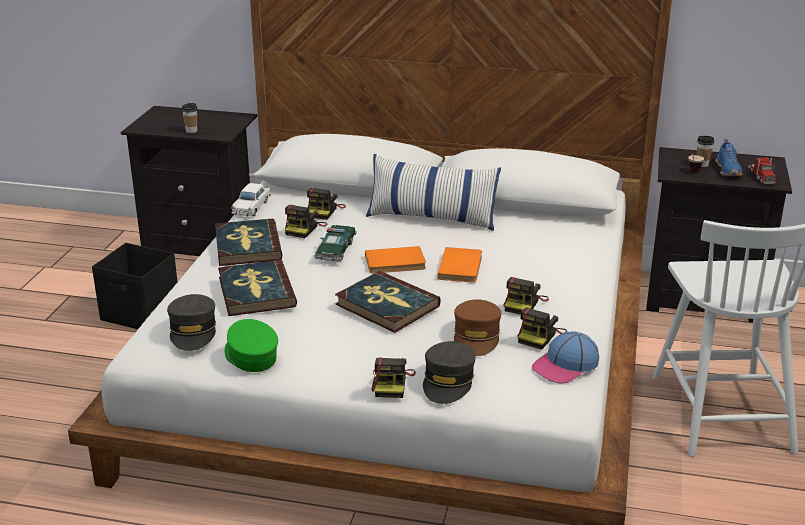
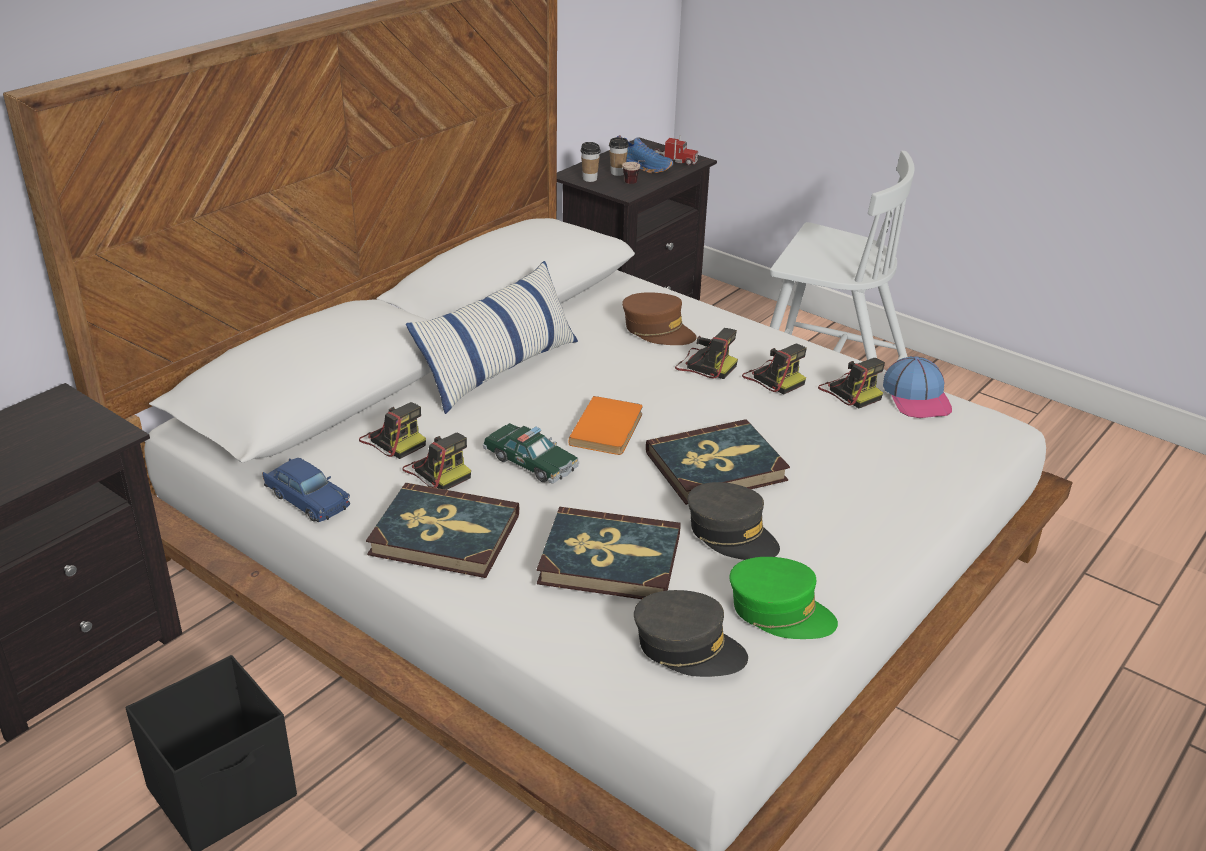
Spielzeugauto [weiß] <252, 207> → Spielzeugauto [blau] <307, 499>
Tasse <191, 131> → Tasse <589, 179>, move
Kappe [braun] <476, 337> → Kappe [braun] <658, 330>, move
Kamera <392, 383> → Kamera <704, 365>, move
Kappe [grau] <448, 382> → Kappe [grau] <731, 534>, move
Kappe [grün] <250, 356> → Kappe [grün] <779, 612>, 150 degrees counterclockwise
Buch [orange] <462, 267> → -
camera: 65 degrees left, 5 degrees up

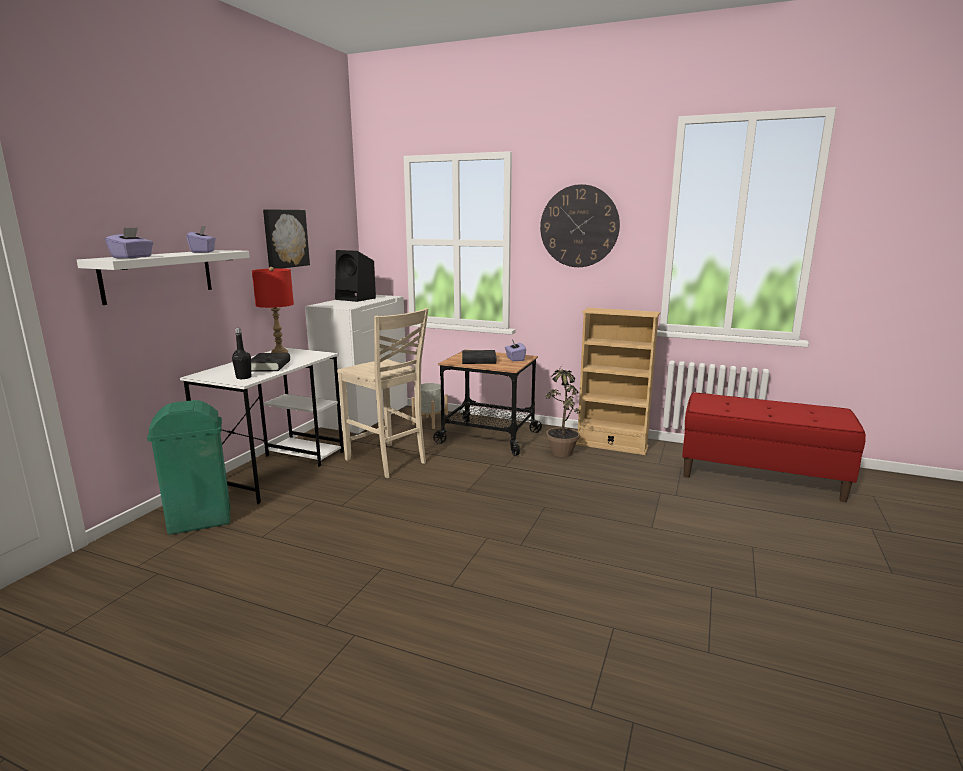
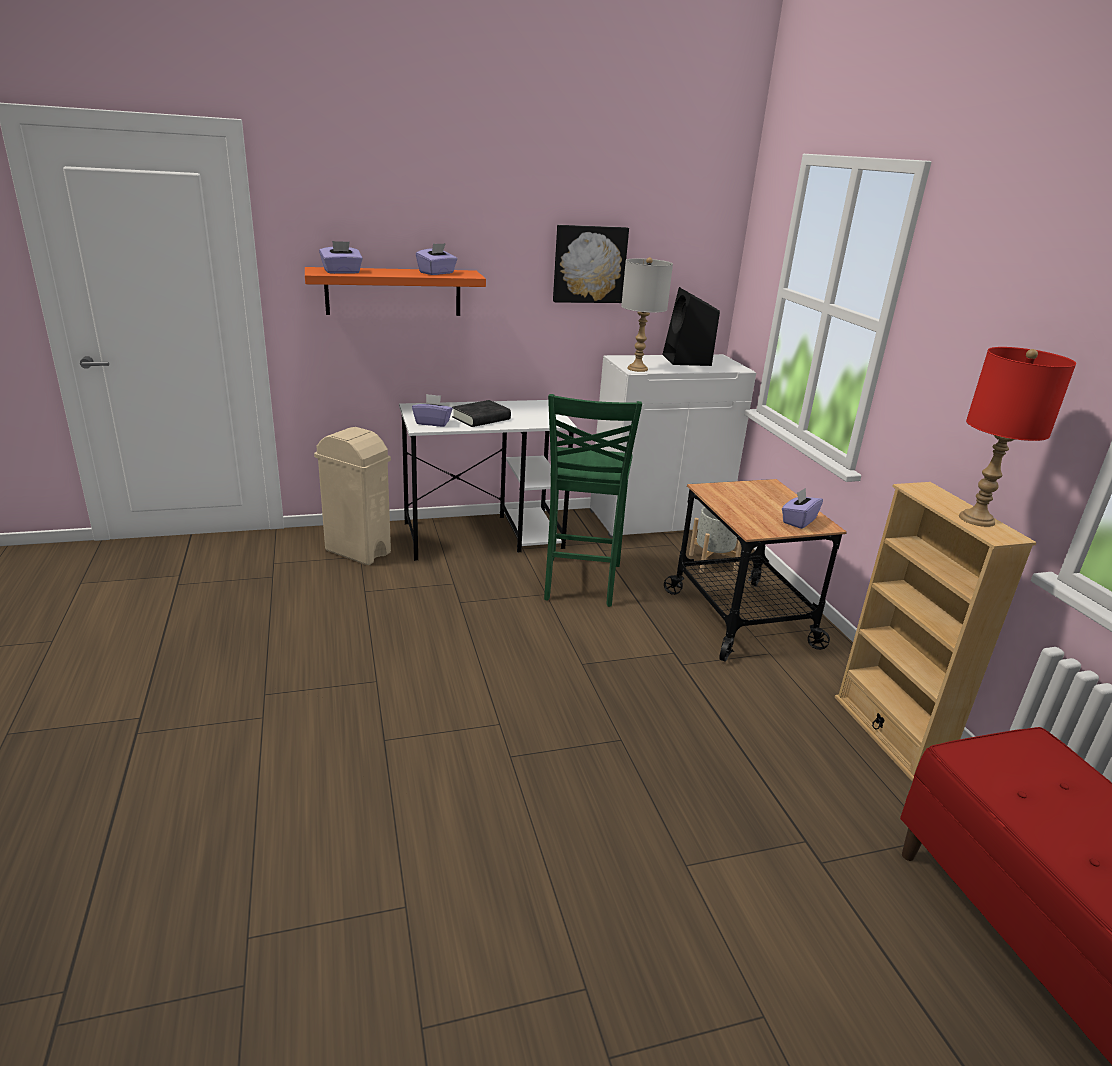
Wandregal [weiß] <158, 275> → Wandregal [orange] <393, 292>
Mülleimer [grün] <199, 522> → Mülleimer [beige] <357, 551>
Flasche [schwarz] <243, 377> → Taschentuchbox [lila] <432, 423>
Stuhl [beige] <387, 461> → Stuhl [grün] <579, 582>
- → Tischlampe [grau] <637, 368>
Tischlampe [rot] <279, 352> → Tischlampe [rot] <977, 519>, move
Buch [schwarz] <479, 361> → -
Wanduhr <579, 226> → -
Topfpflanze <561, 450> → -
camera: 50 degrees right, 10 degrees up

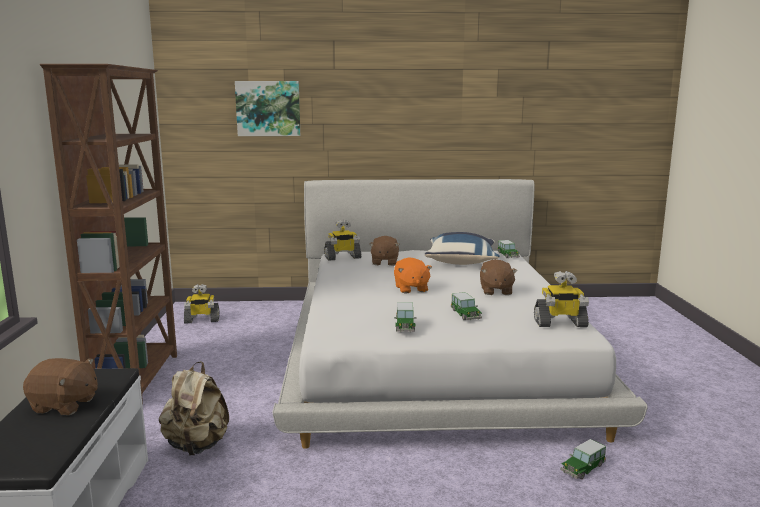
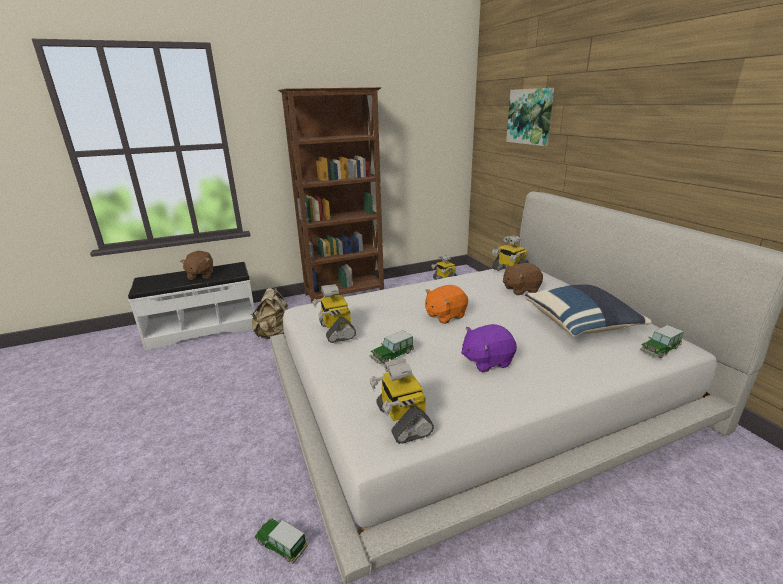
Spielzeugauto <405, 326> → Spielzeugroboter <336, 330>
Plüschtier [braun] <495, 291> → Plüschtier [lila] <486, 361>
camera: 70 degrees right, 10 degrees up

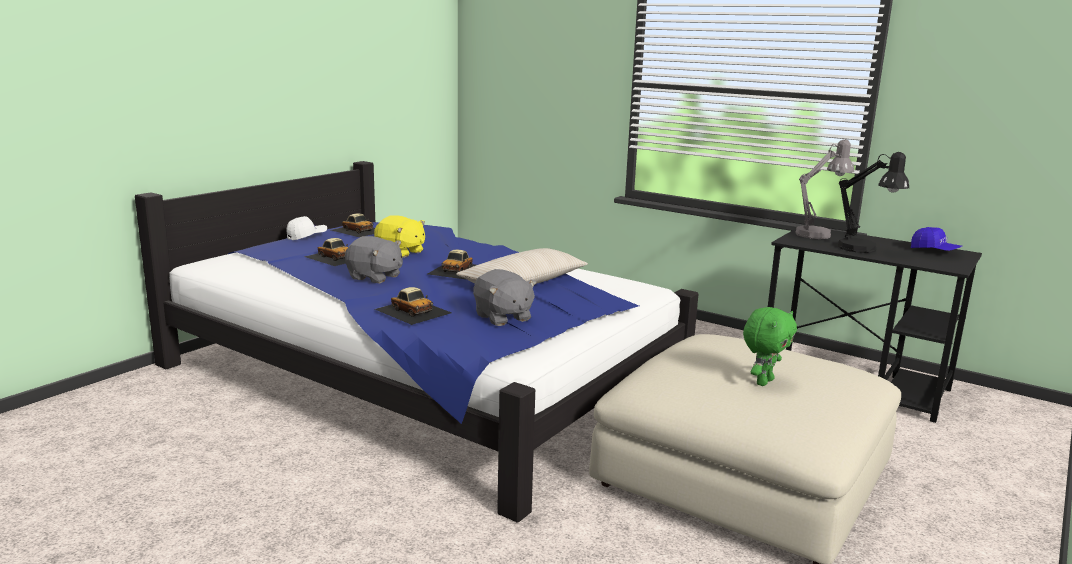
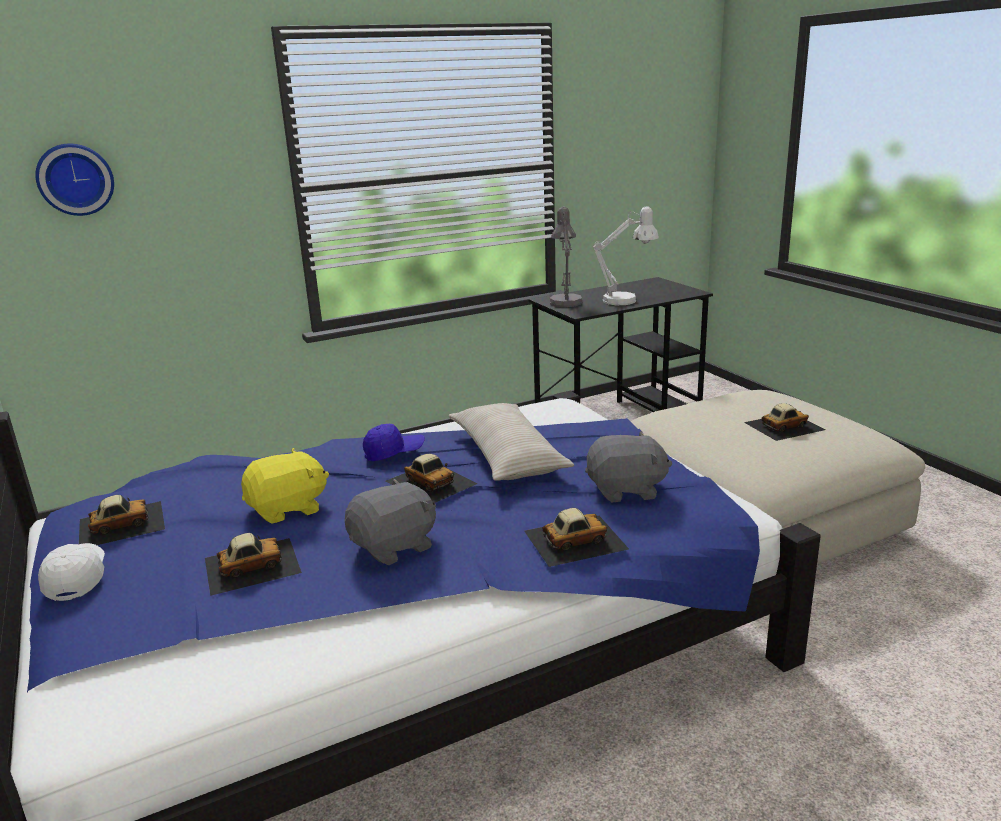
- → Wanduhr <75, 179>
Kappe [blau] <934, 251> → Kappe [blau] <394, 453>, move
Tischlampe [schwarz] <864, 250> → Tischlampe [weiß] <626, 300>
Plüschtier [grün] <763, 381> → Spielzeugauto <783, 426>
camera: 60 degrees left, 5 degrees up

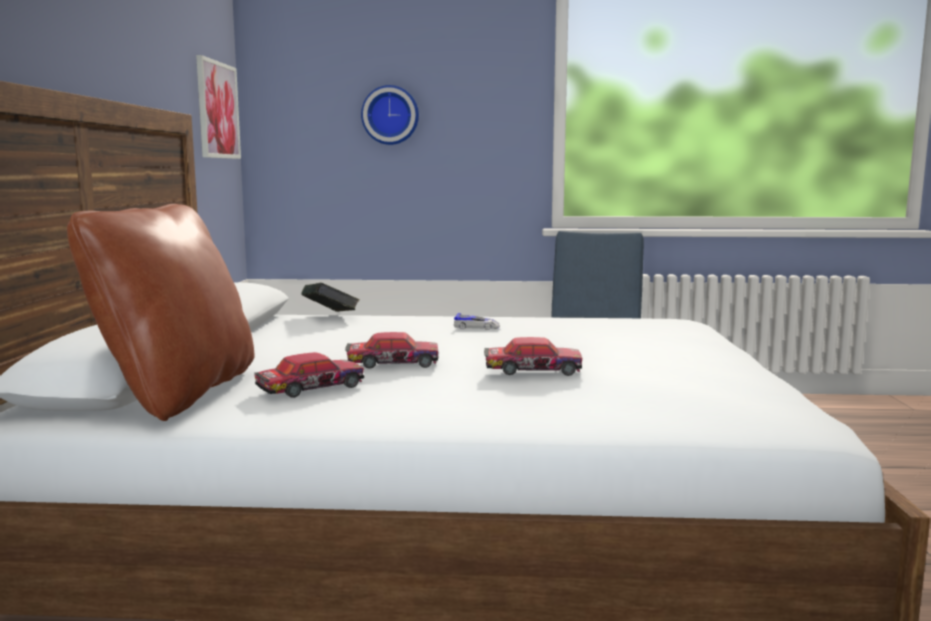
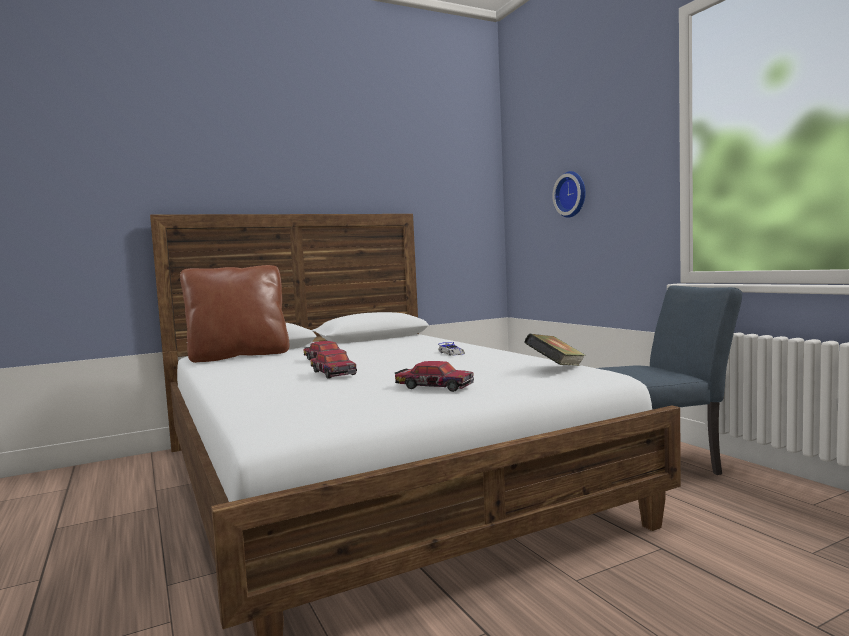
Spielzeugauto <309, 388> → Spielzeugauto <434, 387>, move
Buch <330, 317> → Buch <556, 369>, move
Bild <217, 110> → -
camera: 60 degrees right, 5 degrees down

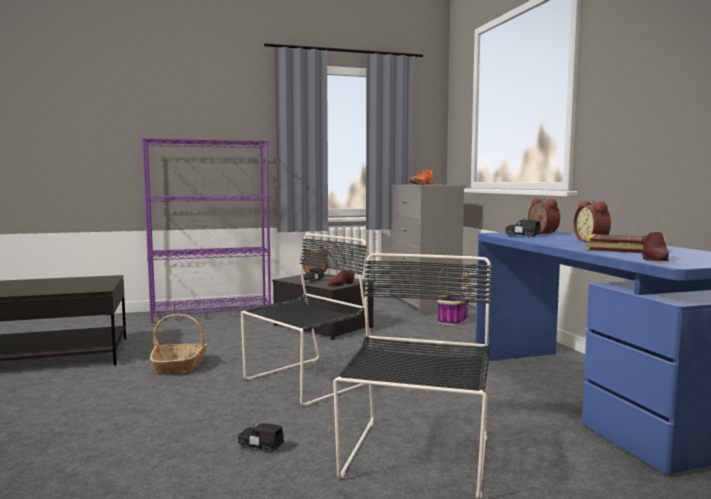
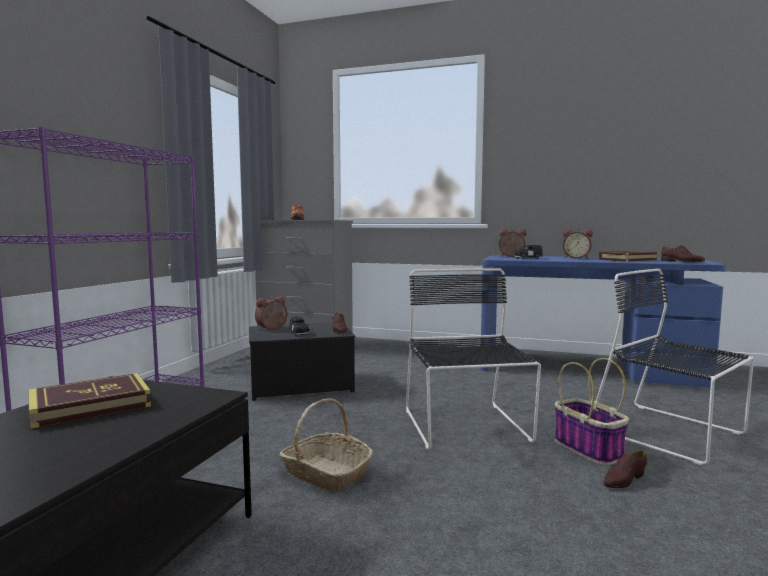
- → Buch <90, 406>
Korb <453, 321> → Korb <589, 449>, move
Spielzeugauto [schwarz] <260, 446> → Schuh [braun] <623, 480>
camera: 55 degrees left, 0 degrees up

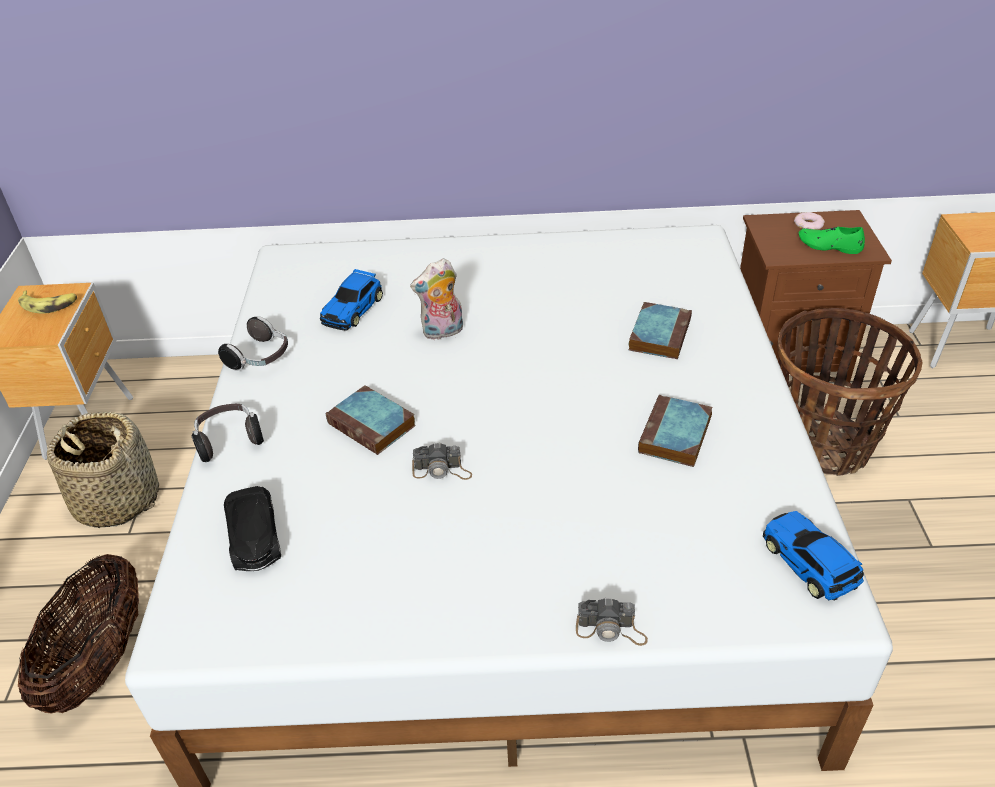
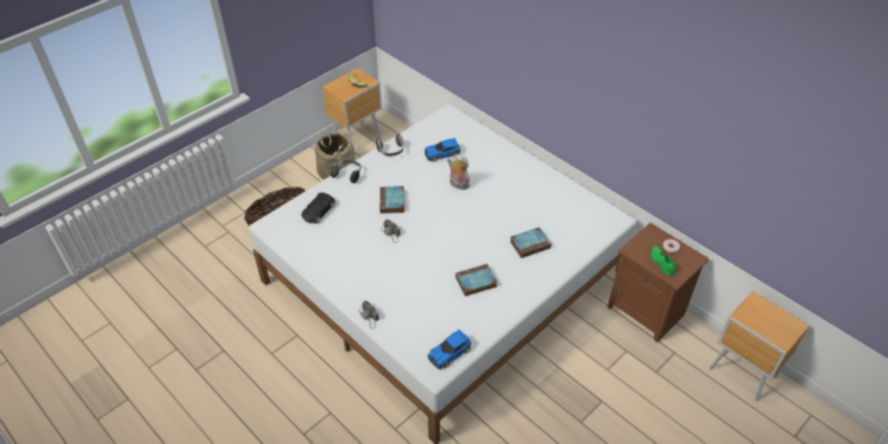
Spielzeugauto <810, 564> → Spielzeugauto <450, 352>, 150 degrees counterclockwise
Korb <821, 444> → -
camera: 45 degrees right, 5 degrees up

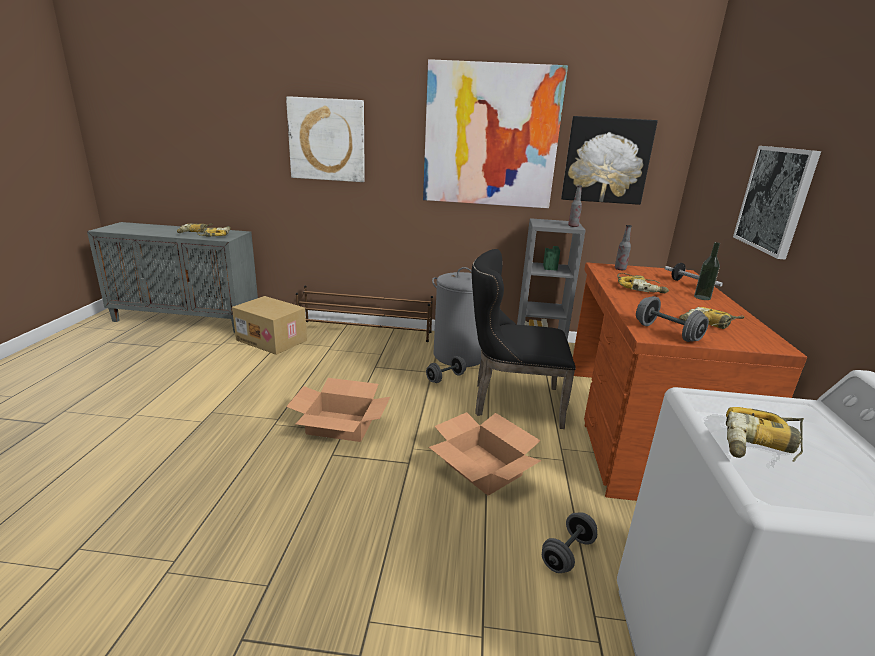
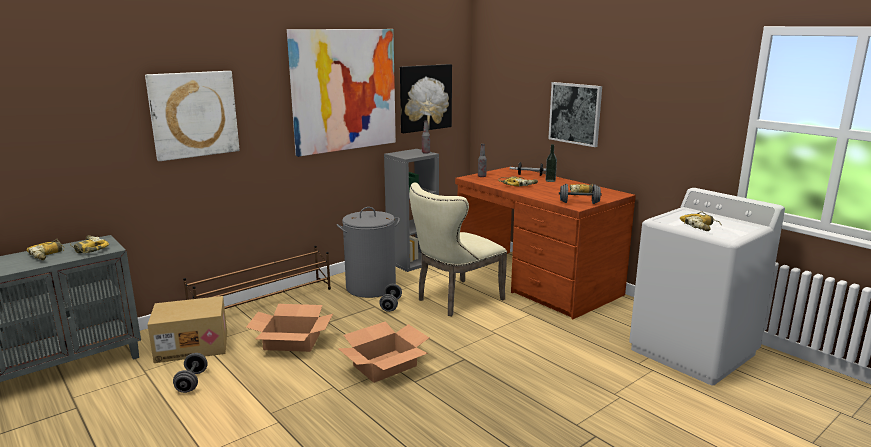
Hantel [grau] <567, 553> → Hantel [grau] <192, 382>, move
Karton <482, 468> → Karton <292, 341>, move
Stuhl [schwarz] <510, 402> → Stuhl [beige] <455, 300>
camera: 45 degrees left, 5 degrees down

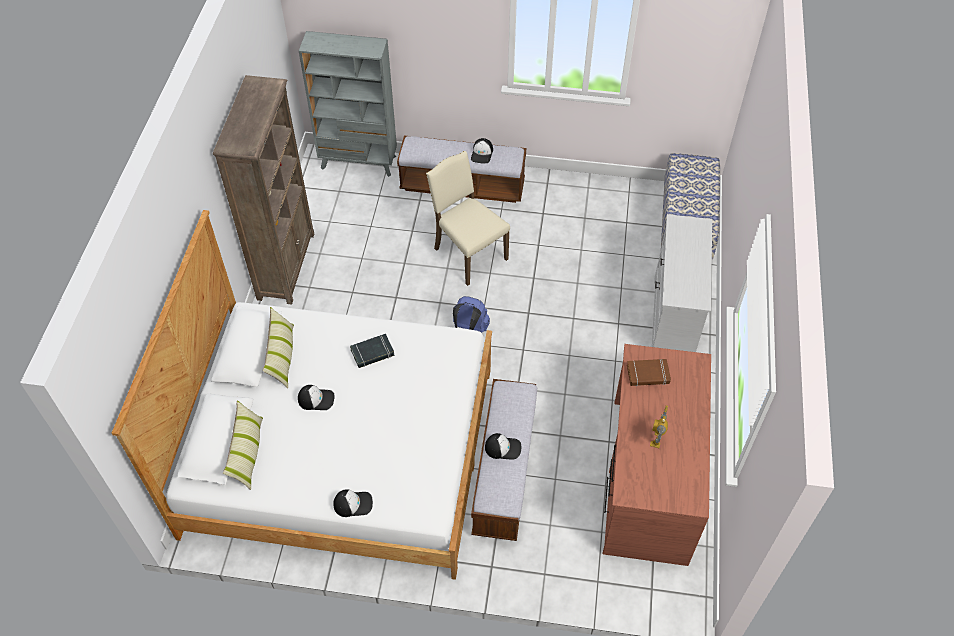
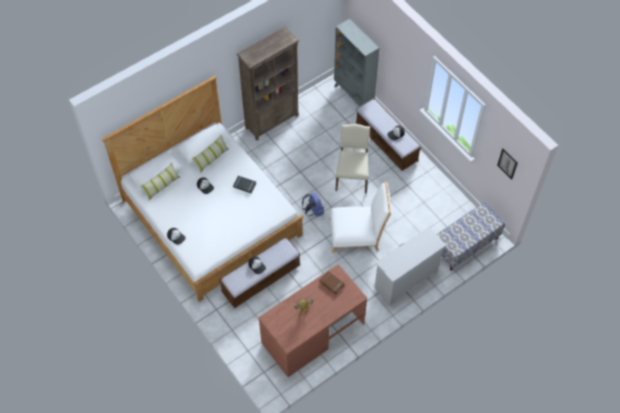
- → Stuhl [weiß] <357, 234>
- → Bild <507, 163>
camera: 45 degrees right, 5 degrees up

